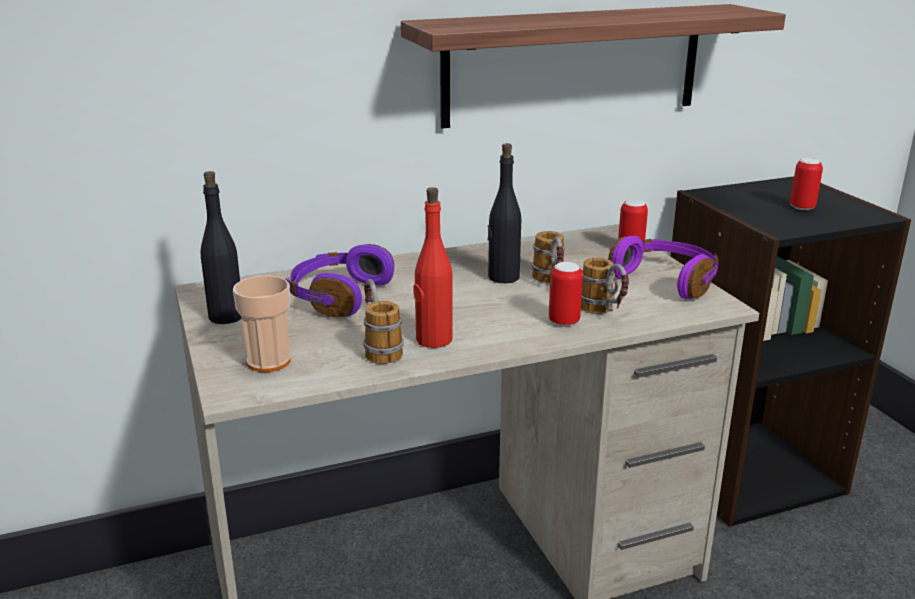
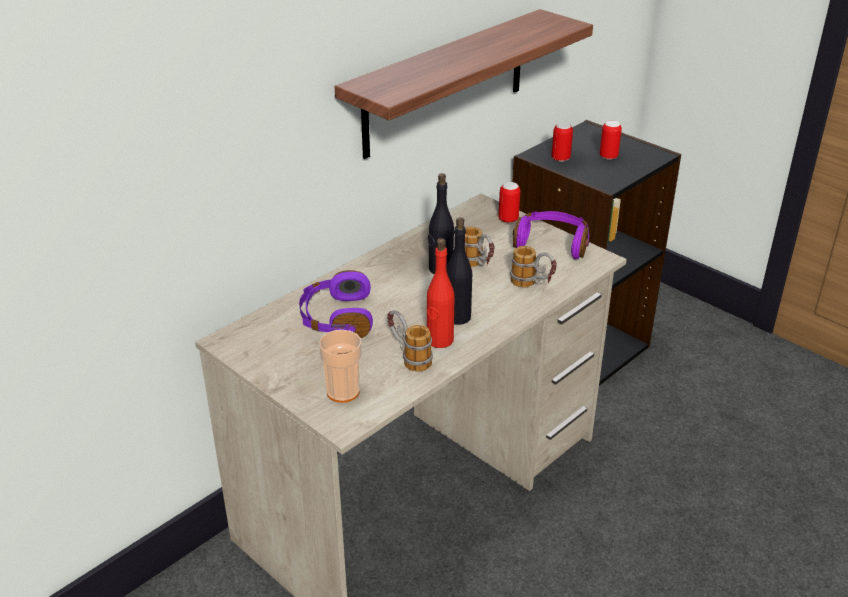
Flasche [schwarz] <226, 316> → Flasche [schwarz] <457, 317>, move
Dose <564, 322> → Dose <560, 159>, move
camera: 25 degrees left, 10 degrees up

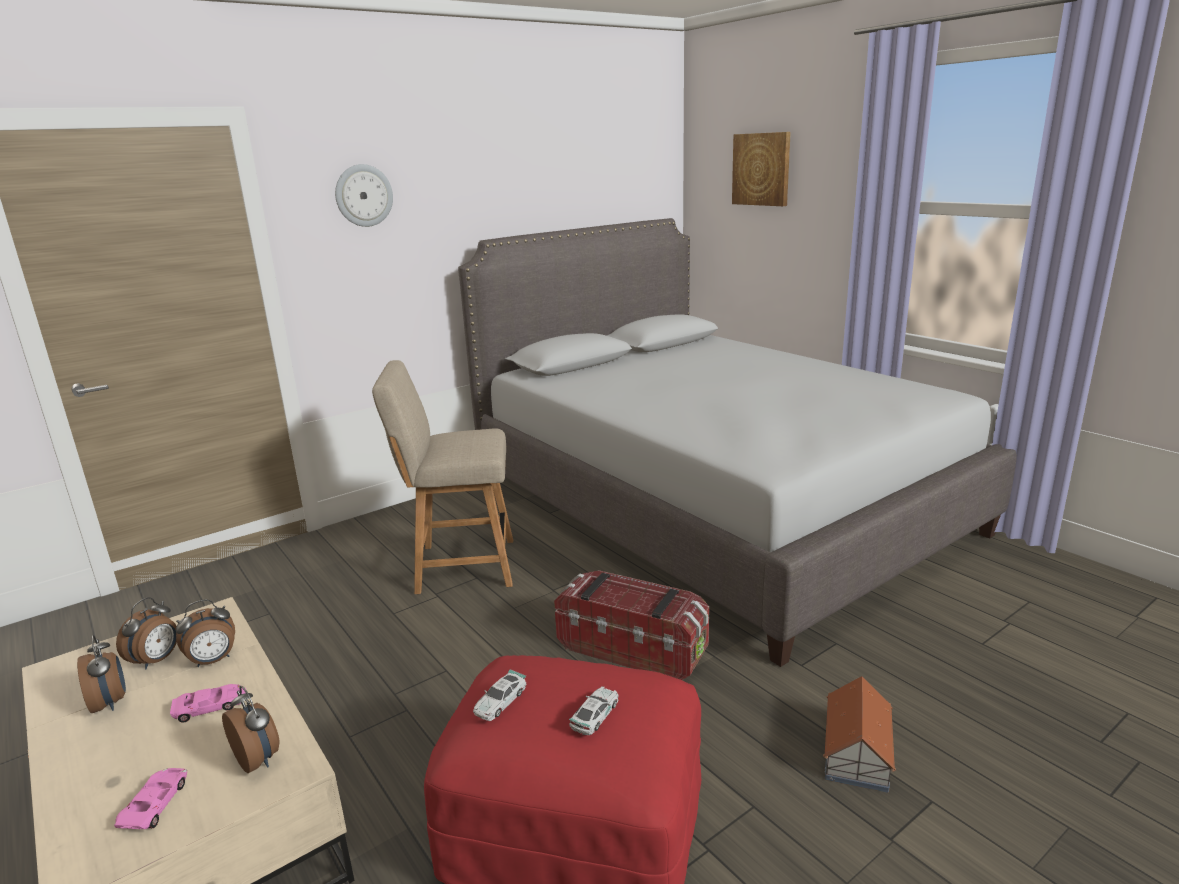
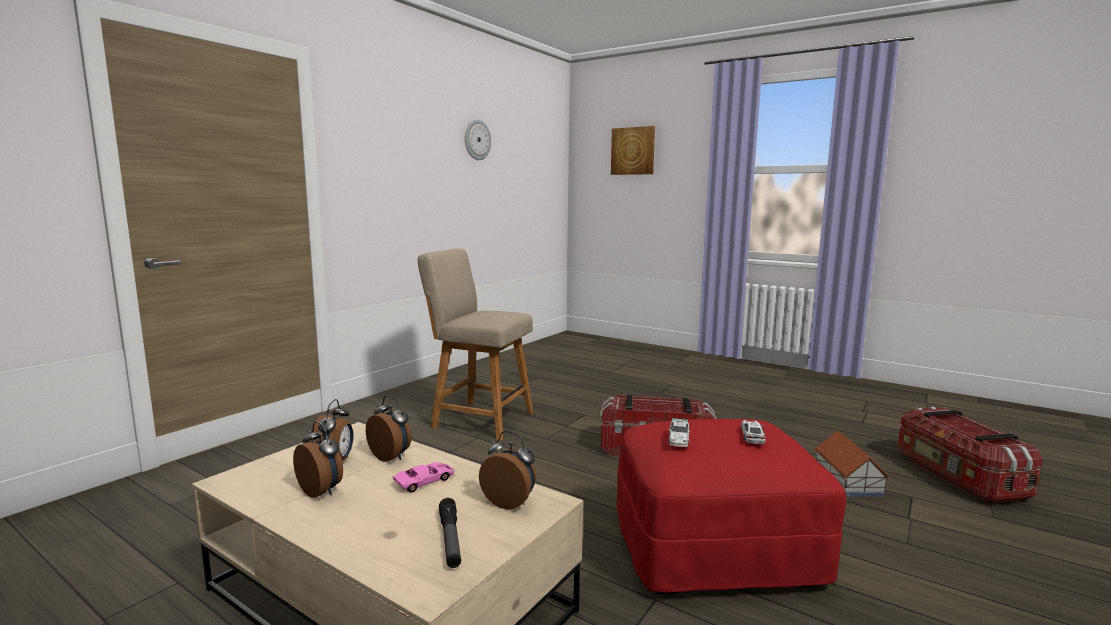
Wecker <213, 661> → Wecker <391, 457>, 90 degrees counterclockwise
Stuhl [beige] <460, 566> → Stuhl [beige] <479, 419>, 45 degrees clockwise
Spielzeugauto [rosa] <156, 803> → Taschenlampe <450, 539>
Wanduhr <363, 195> → Wanduhr <477, 140>, move
- → Aufbewahrungsbox <956, 476>
Bett [grau] <714, 506> → -
camera: 20 degrees left, 10 degrees down

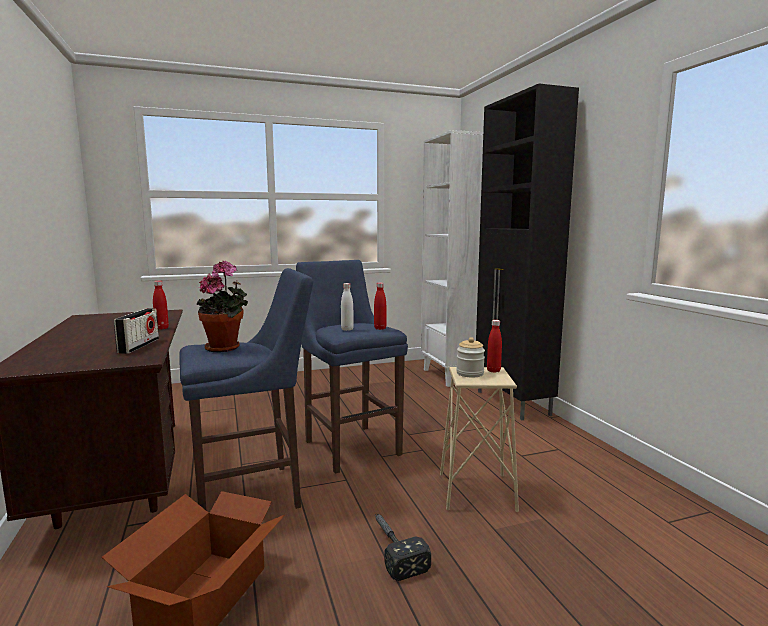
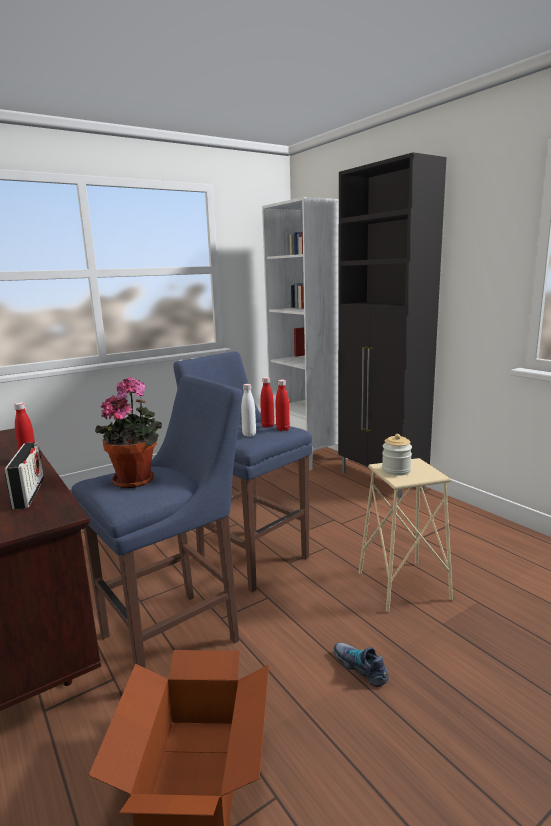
Flasche [rot] <493, 371> → Flasche [rot] <267, 425>, move
Hammer <393, 548> → Schuh <360, 667>
camera: 15 degrees left, 5 degrees up

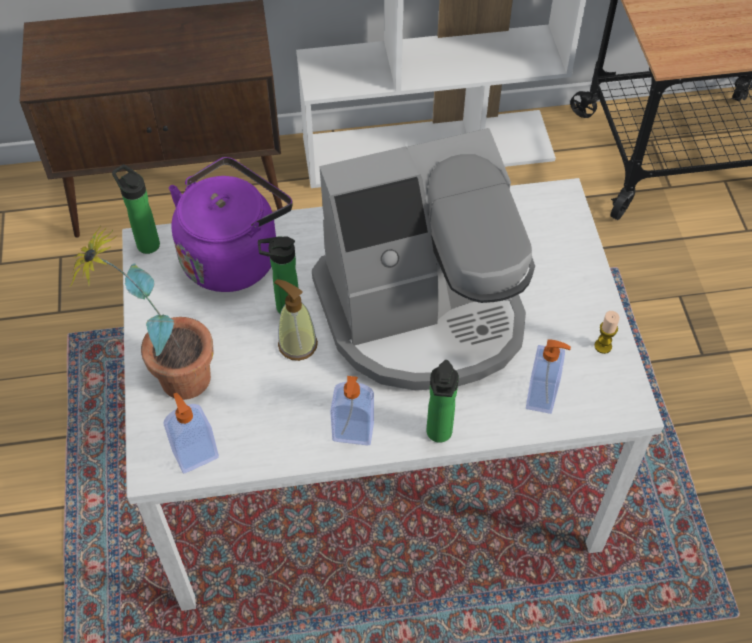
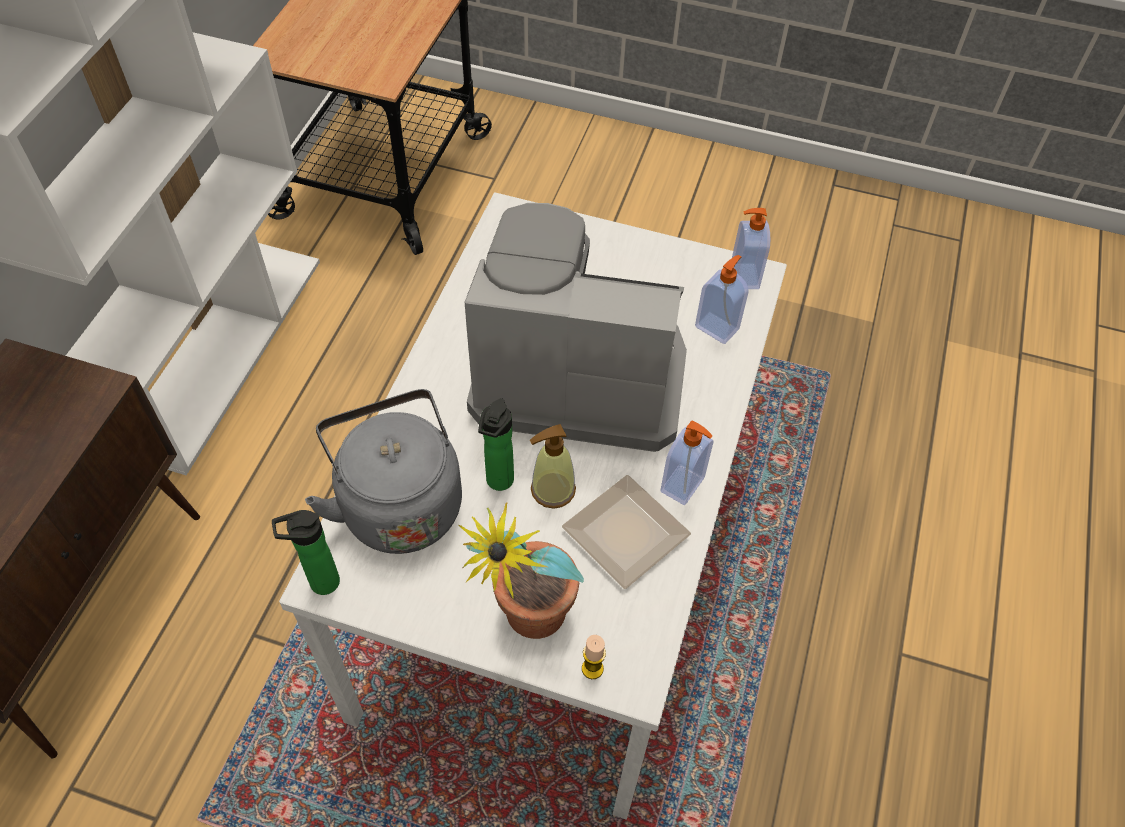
Wasserkessel [lila] <233, 255> → Wasserkessel [grau] <398, 502>
Kaffeemaschine <423, 314> → Kaffeemaschine <578, 372>, 90 degrees counterclockwise
- → Teller <630, 534>
Kerze <603, 346> → Kerze <592, 668>, move
Seifenspender <195, 454> → Seifenspender <743, 276>, move
Flasche <438, 435> → -
camera: 65 degrees left, 0 degrees up

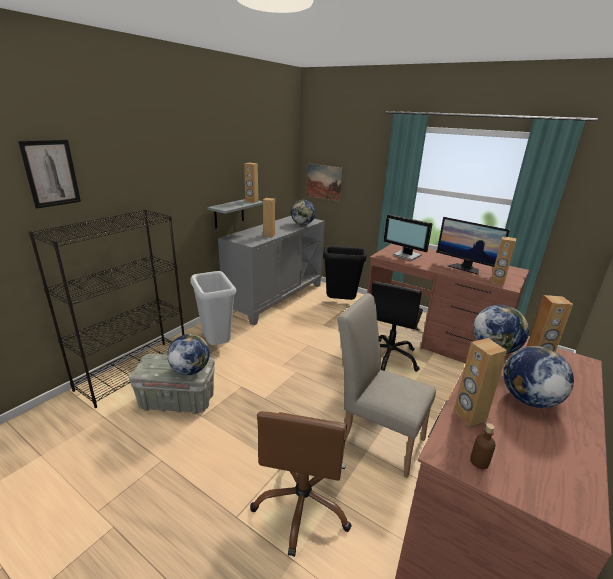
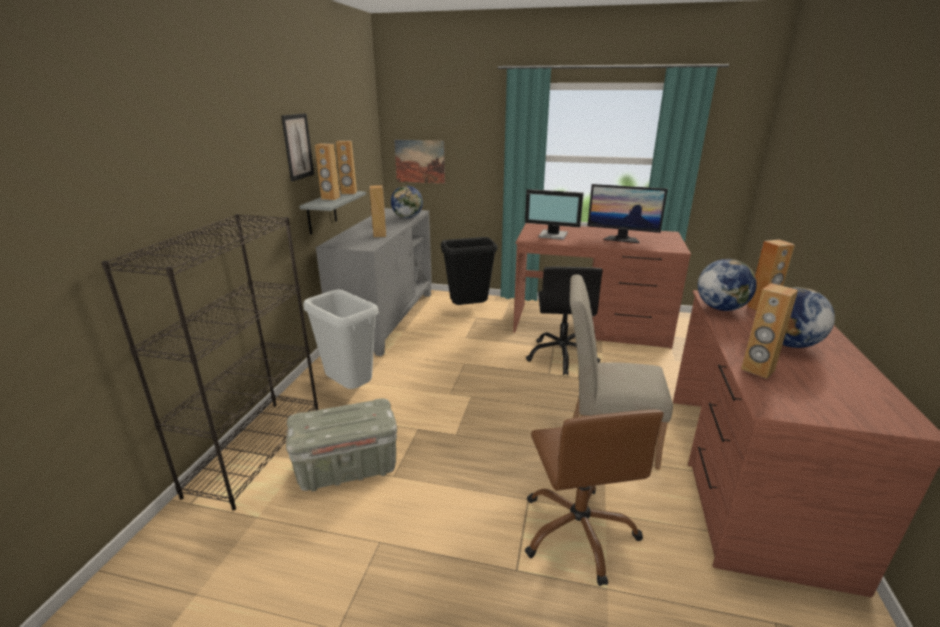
Bild <51, 173> → Bild <298, 146>, move
Lautsprecher [braun] <497, 282> → Lautsprecher [braun] <330, 198>, move
Globus <190, 370> → -
Flasche [braun] <479, 462> → -
camera: 20 degrees left, 0 degrees up

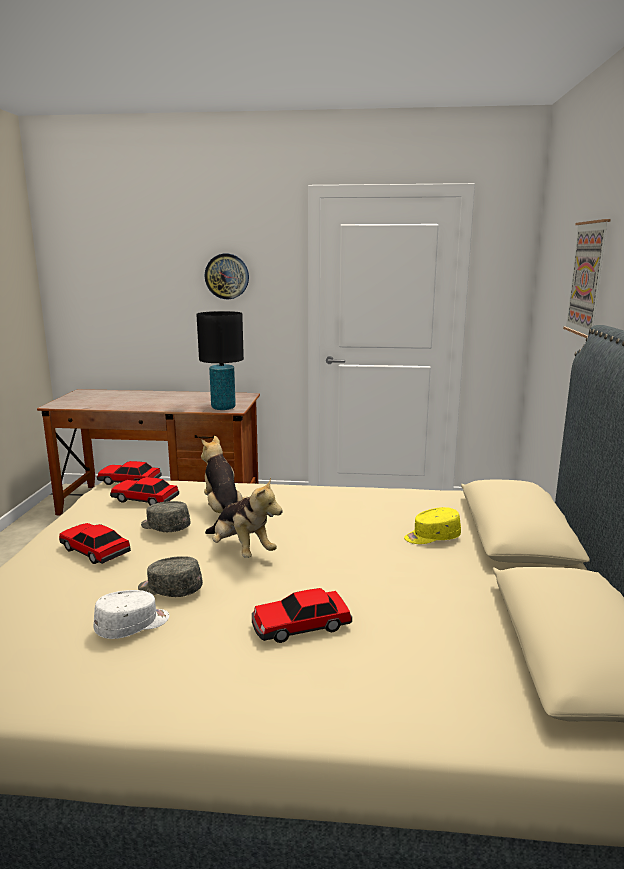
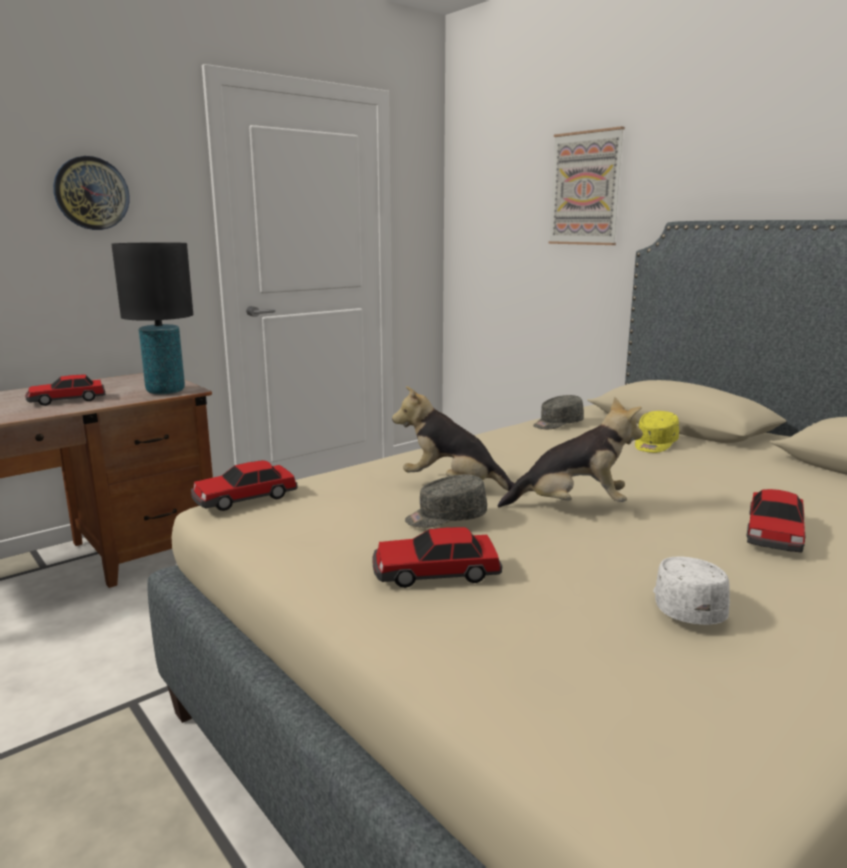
Spielzeugauto <144, 499> → Spielzeugauto <66, 400>, move
Kappe [grau] <169, 589> → Kappe [grau] <557, 424>, move
camera: 45 degrees left, 0 degrees up

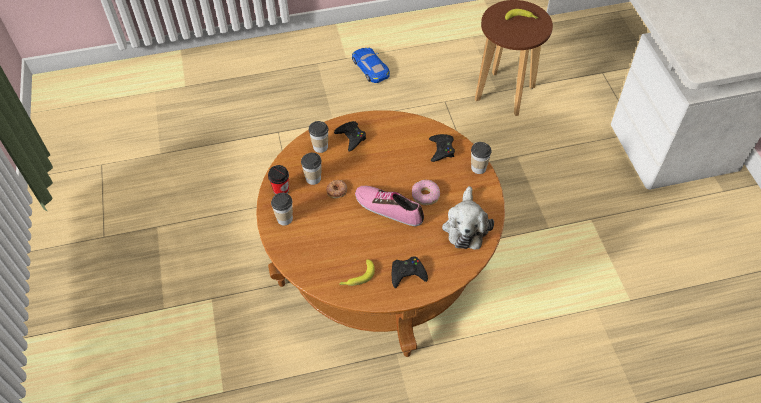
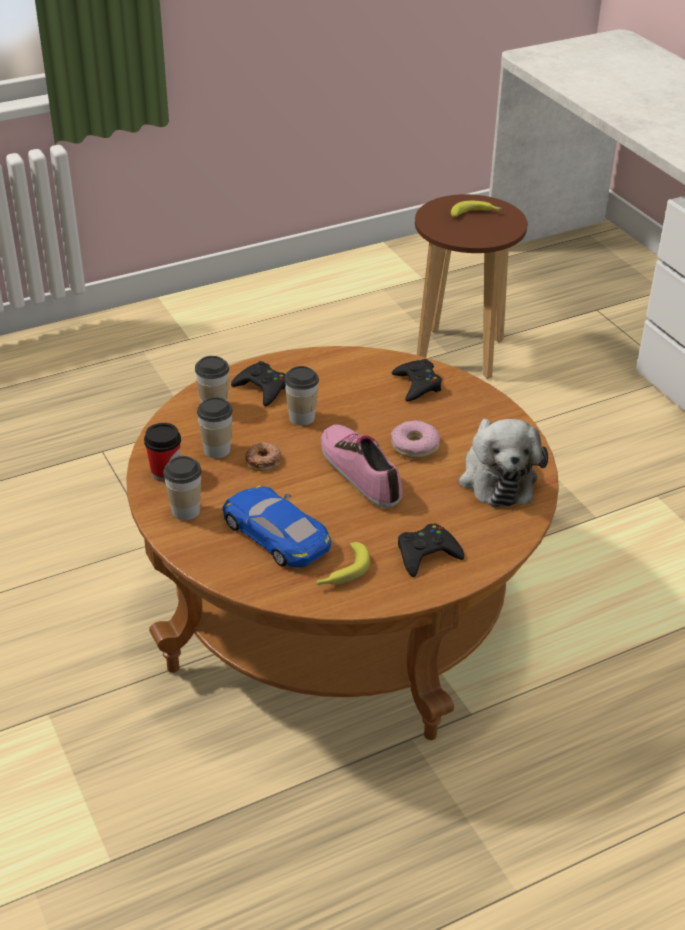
Spielzeugauto [blau] <370, 68> → Spielzeugauto [blau] <276, 534>, move
Tasse <478, 168> → Tasse <302, 418>, move
Schuh <389, 208> → Schuh <361, 471>, 45 degrees clockwise
camera: 15 degrees left, 15 degrees down

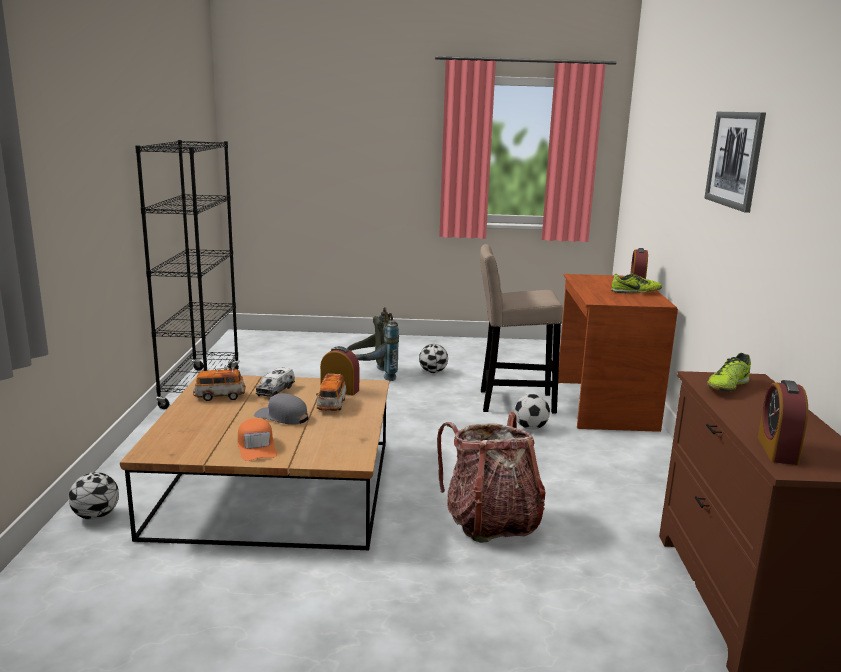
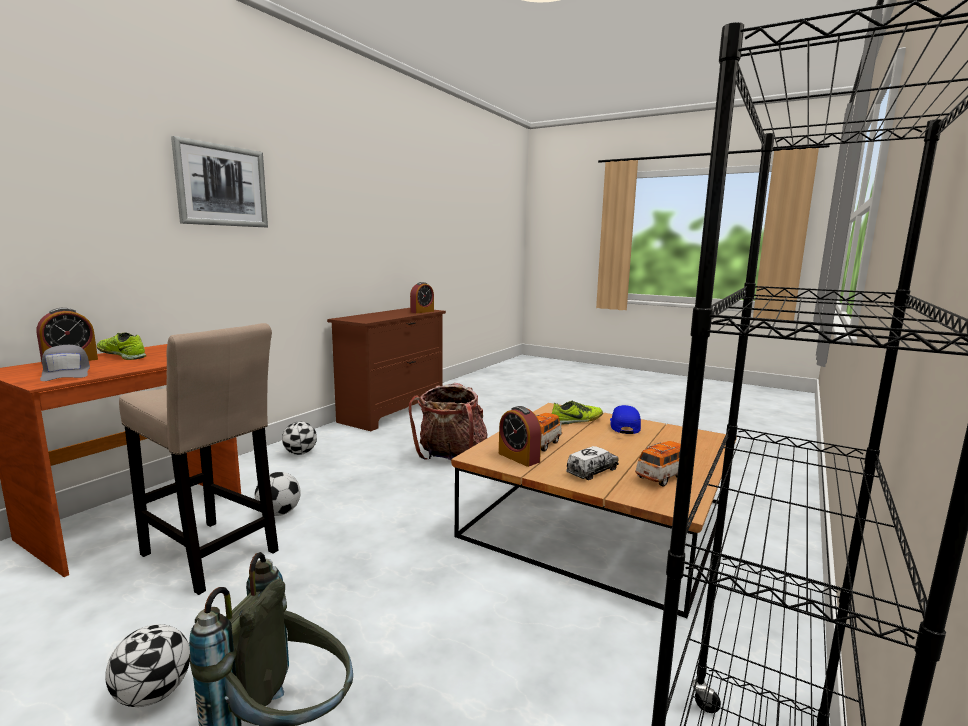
Kappe [grau] <282, 416> → Kappe [grau] <66, 373>, move
Fußball <96, 516> → Fußball <300, 453>, move
Schuh <727, 386> → Schuh <577, 421>, move
Kappe [orange] <256, 447> → Kappe [blau] <624, 426>
Spielzeugauto <219, 396> → Spielzeugauto <662, 477>, 60 degrees counterclockwise
camera: 150 degrees left, 5 degrees down

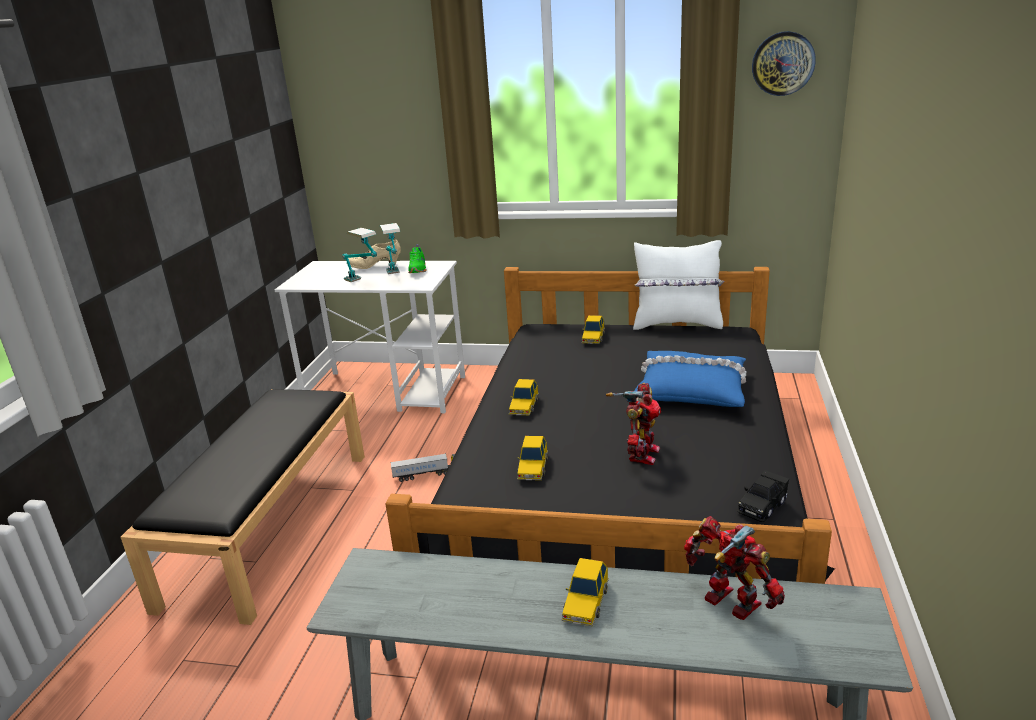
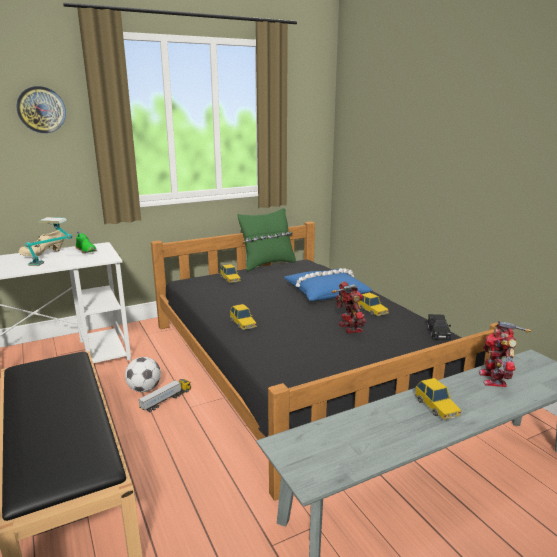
Wanduhr <783, 63> → Wanduhr <41, 110>, move
- → Fußball <144, 389>
Kissen [weiß] <677, 324> → Kissen [grün] <267, 264>
Spielzeugauto <532, 467> → Spielzeugauto <372, 310>, move
Spielzeugroboter <730, 604> → Spielzeugroboter <495, 379>, 90 degrees counterclockwise
Tischlampe <395, 277> → -
camera: 40 degrees left, 5 degrees down

